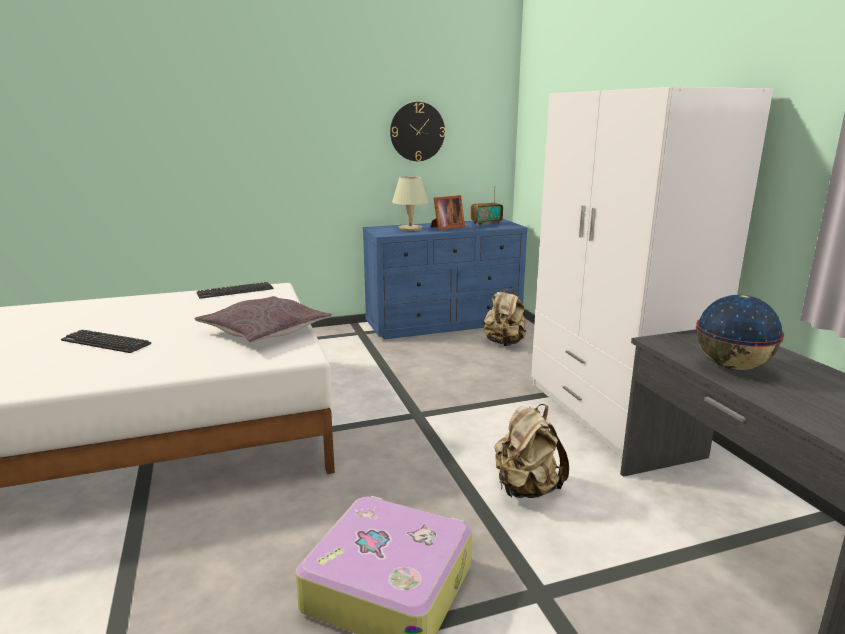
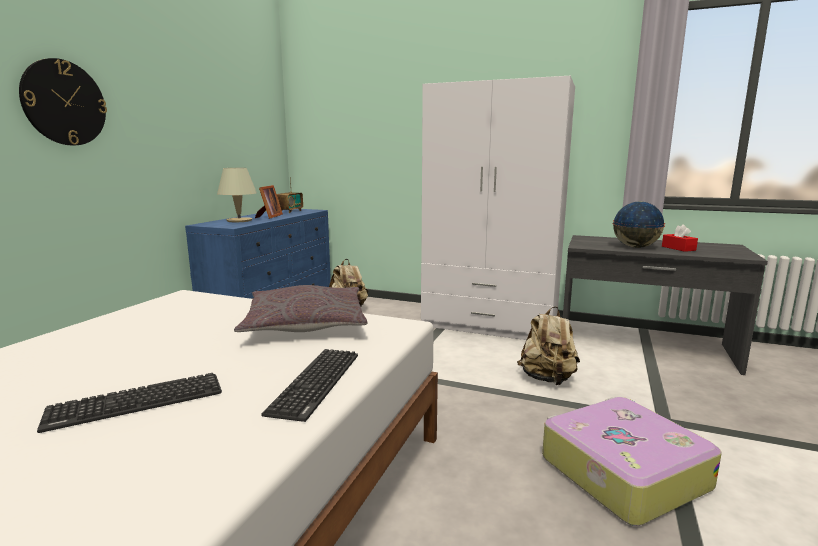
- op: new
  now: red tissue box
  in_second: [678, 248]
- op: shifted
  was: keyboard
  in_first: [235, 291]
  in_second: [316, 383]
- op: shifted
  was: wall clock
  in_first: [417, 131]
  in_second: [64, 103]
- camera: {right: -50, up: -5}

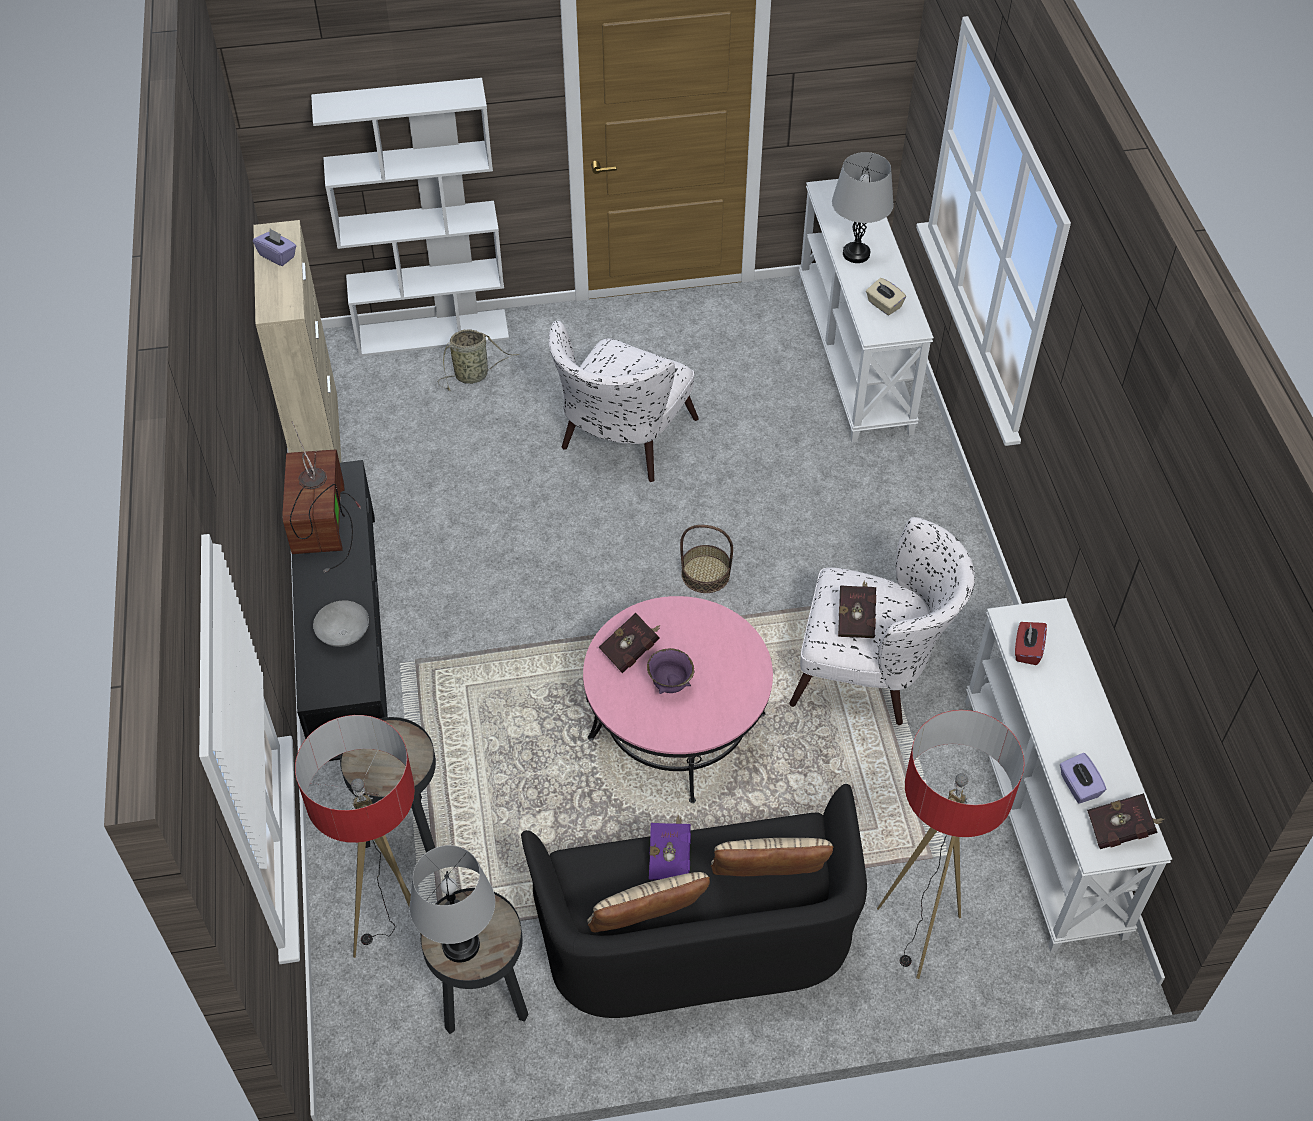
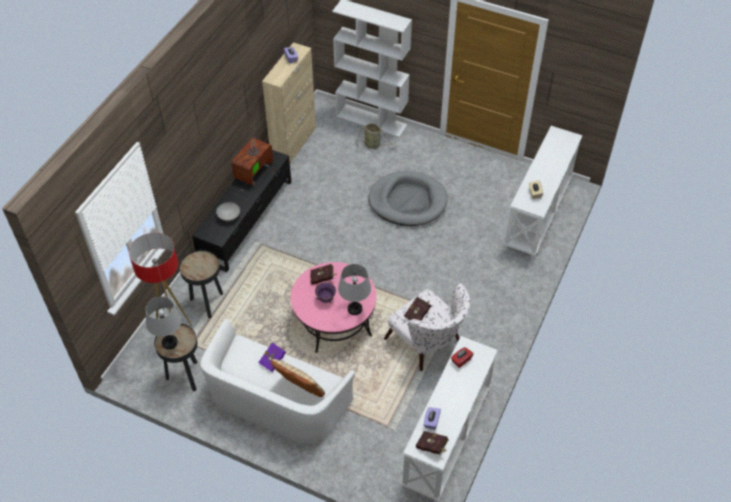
- op: gone
  was: beige pillow
  in_first: [647, 927]
- op: gone
  was: basket
  in_first: [705, 574]
- op: gone
  was: floor lamp
  in_first: [918, 934]
- op: shifted
  was: grey table lamp
  in_first: [856, 254]
  in_second: [355, 309]
- op: swapped
  was: white armchair
  now: grey dog bed
  in_first: [621, 443]
  in_second: [407, 201]
- op: repainted
  was: black sofa
  now: white sofa
  in_first: [698, 937]
  in_second: [276, 401]
- camera: {right: 35, up: 0}

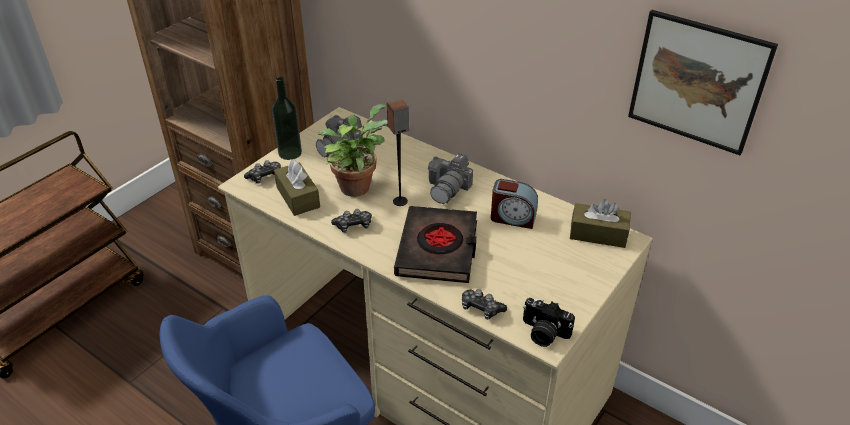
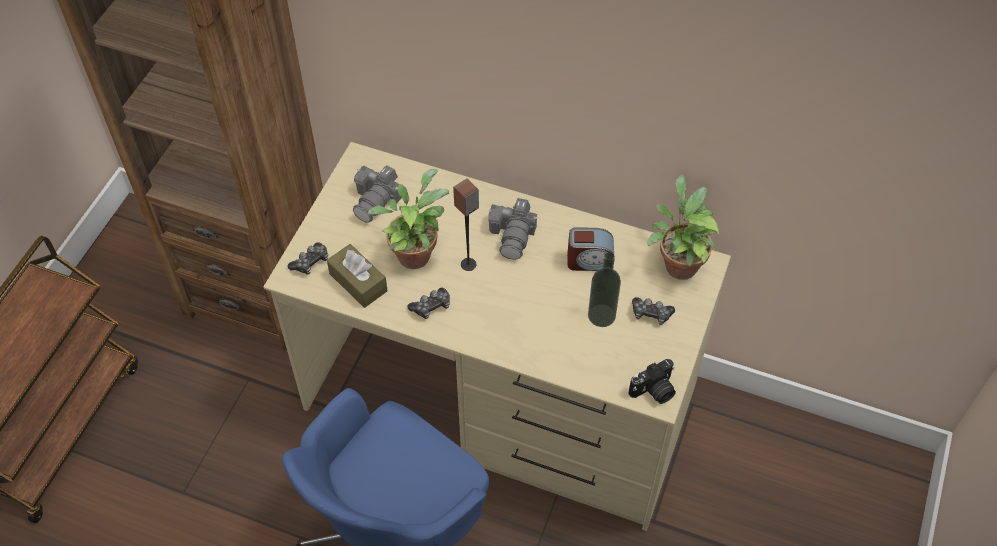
- op: gone
  was: black book
  in_first: [438, 249]
- op: gone
  was: picture
  in_first: [697, 82]
- op: shifted
  was: bottle
  in_first: [290, 153]
  in_second: [601, 315]
- op: shifted
  was: game controller
  in_first: [481, 308]
  in_second: [651, 314]
- op: swapped
  was: brown tissue box
  now: potted plant
  in_first: [598, 234]
  in_second: [678, 263]
- op: rotated
  was: photo camera
  in_first: [543, 333]
  in_second: [654, 391]
  clockwise: -45
- camera: {right: -15, up: 15}

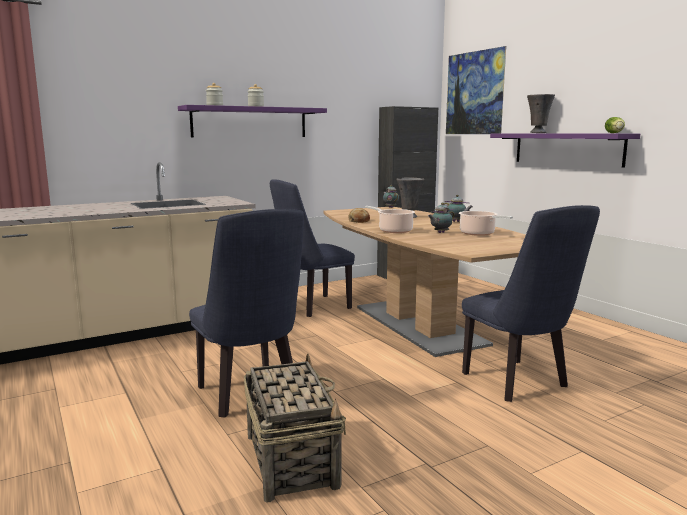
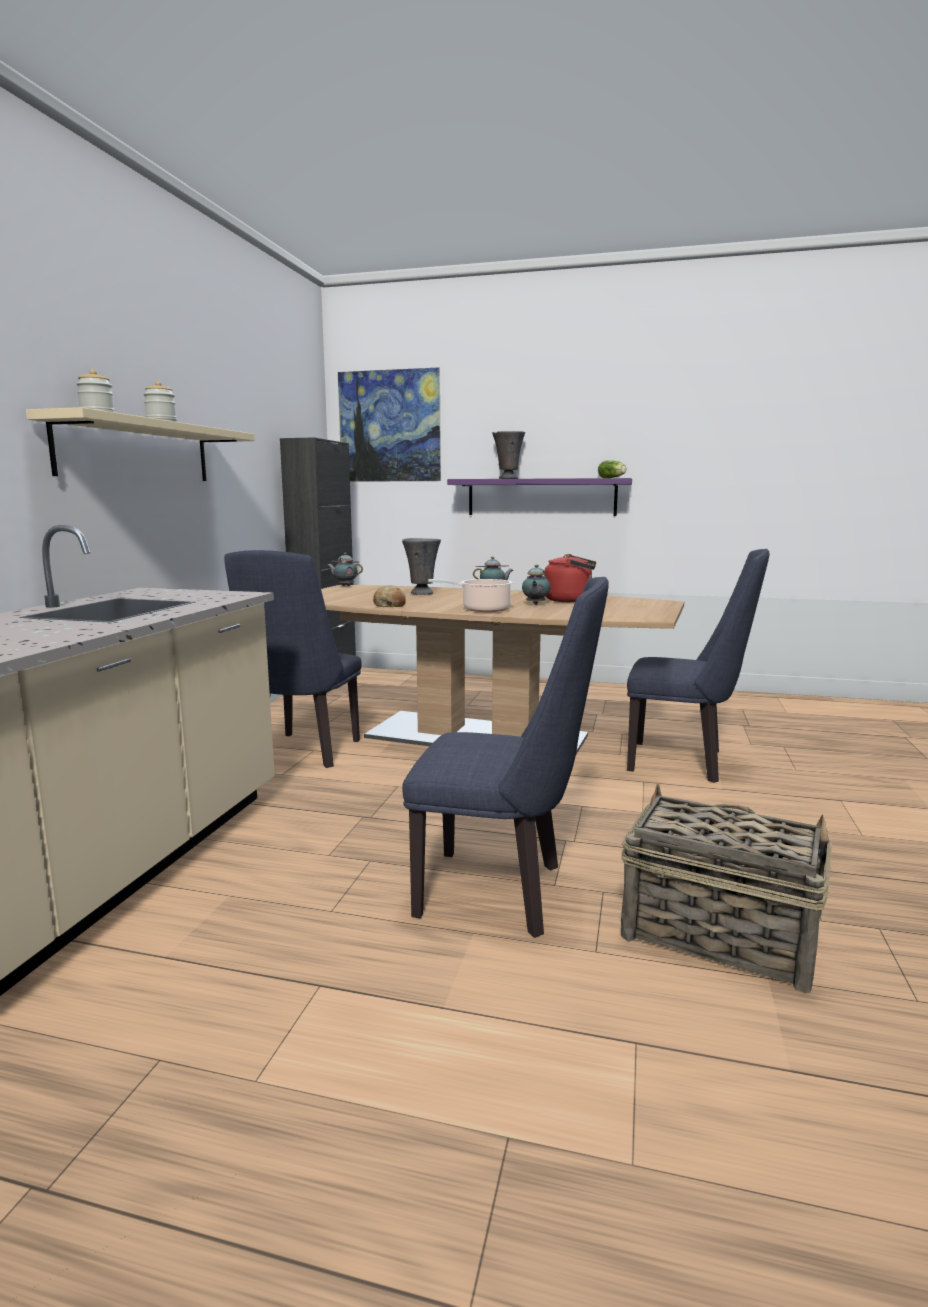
- op: swapped
  was: cooking pot
  now: red kettle
  in_first: [479, 233]
  in_second: [571, 600]
- op: repainted
  was: purple shelf
  now: beige shelf
  in_first: [250, 122]
  in_second: [137, 451]
- camera: {right: -45, up: 0}

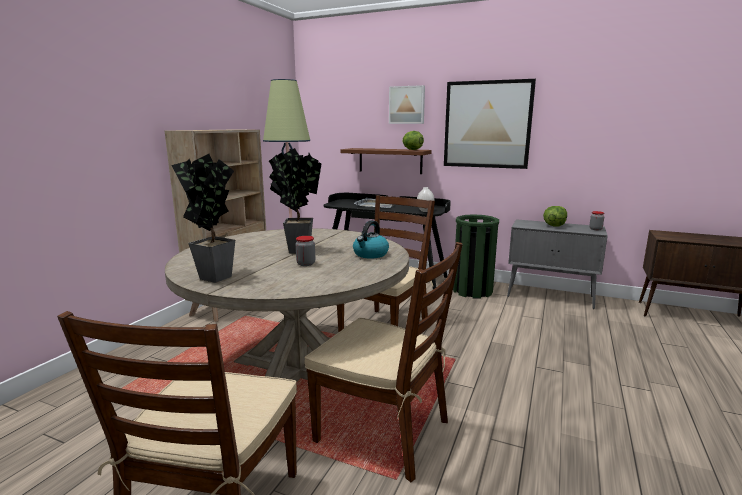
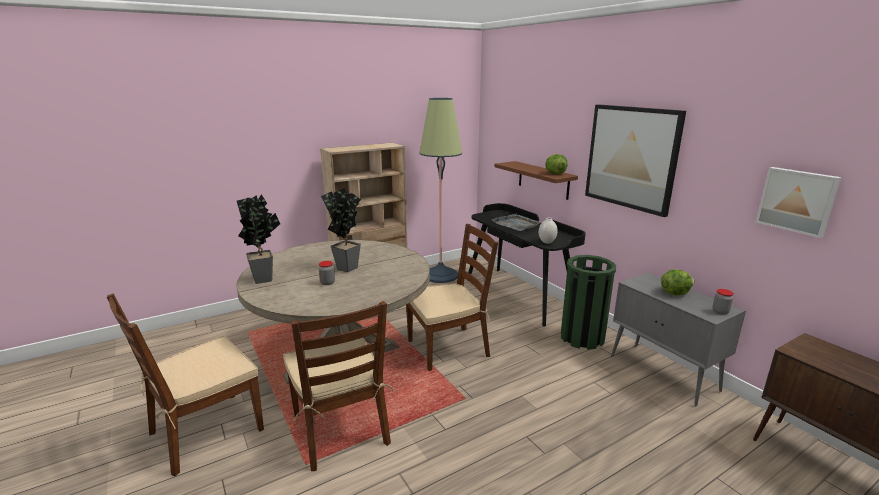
- op: gone
  was: kettle
  in_first: [370, 254]
- op: shifted
  was: picture
  in_first: [407, 105]
  in_second: [797, 200]
- camera: {right: 35, up: 5}

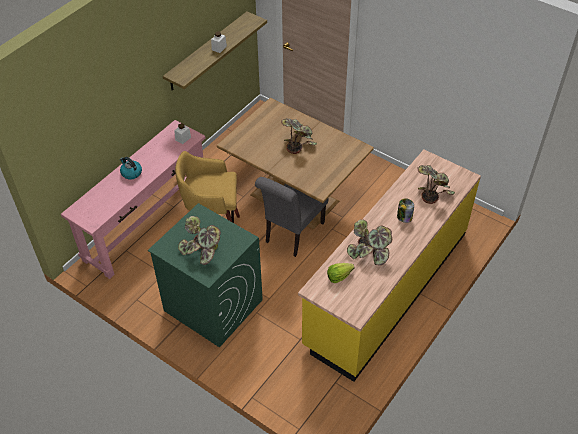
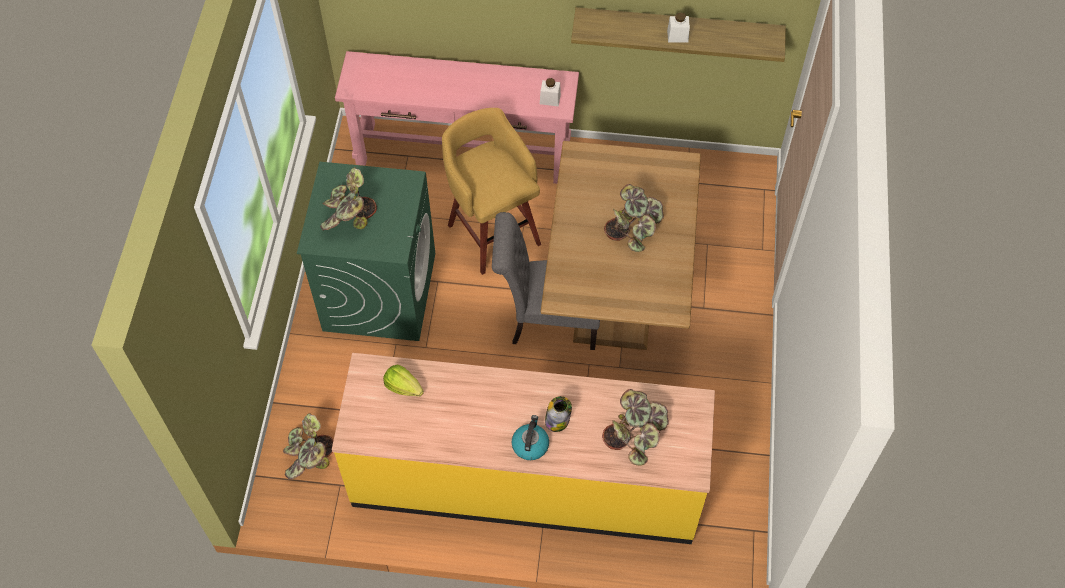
- op: shifted
  was: kettle
  in_first: [131, 173]
  in_second: [530, 444]
- op: shifted
  was: potted plant
  in_first: [370, 253]
  in_second: [309, 458]
- camera: {right: 60, up: 10}

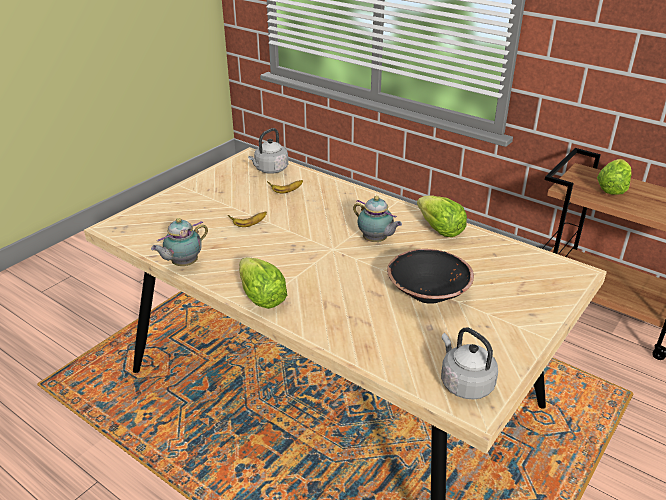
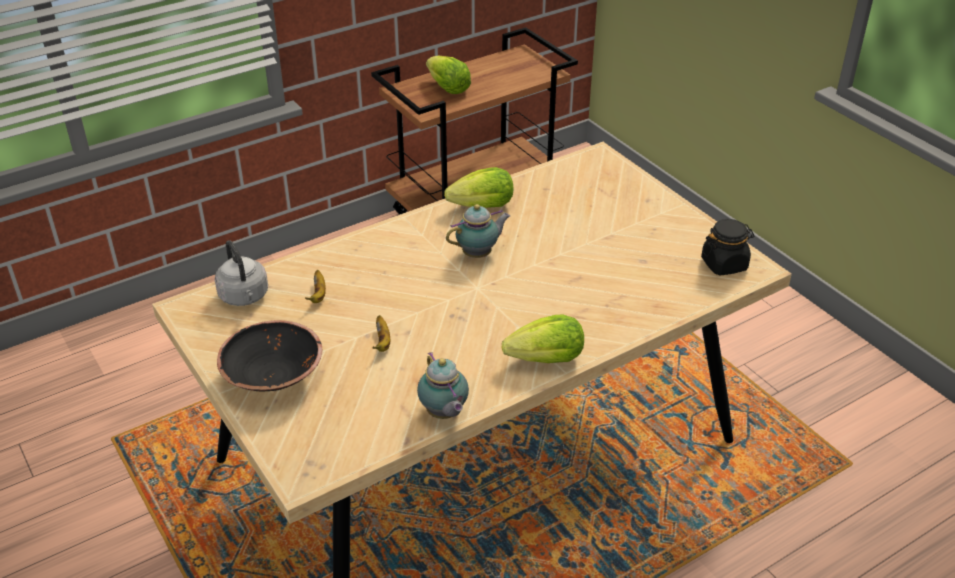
- op: shifted
  was: black bowl
  in_first: [428, 293]
  in_second: [273, 377]
- op: swapped
  was: grey kettle
  now: black jar
  in_first: [464, 383]
  in_second: [724, 264]
- camera: {right: -70, up: 5}

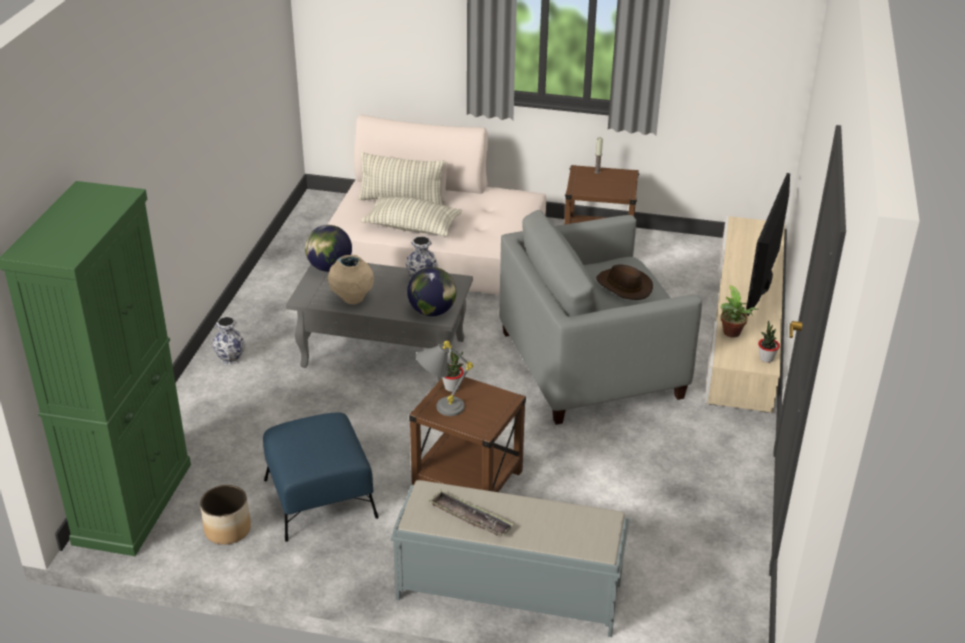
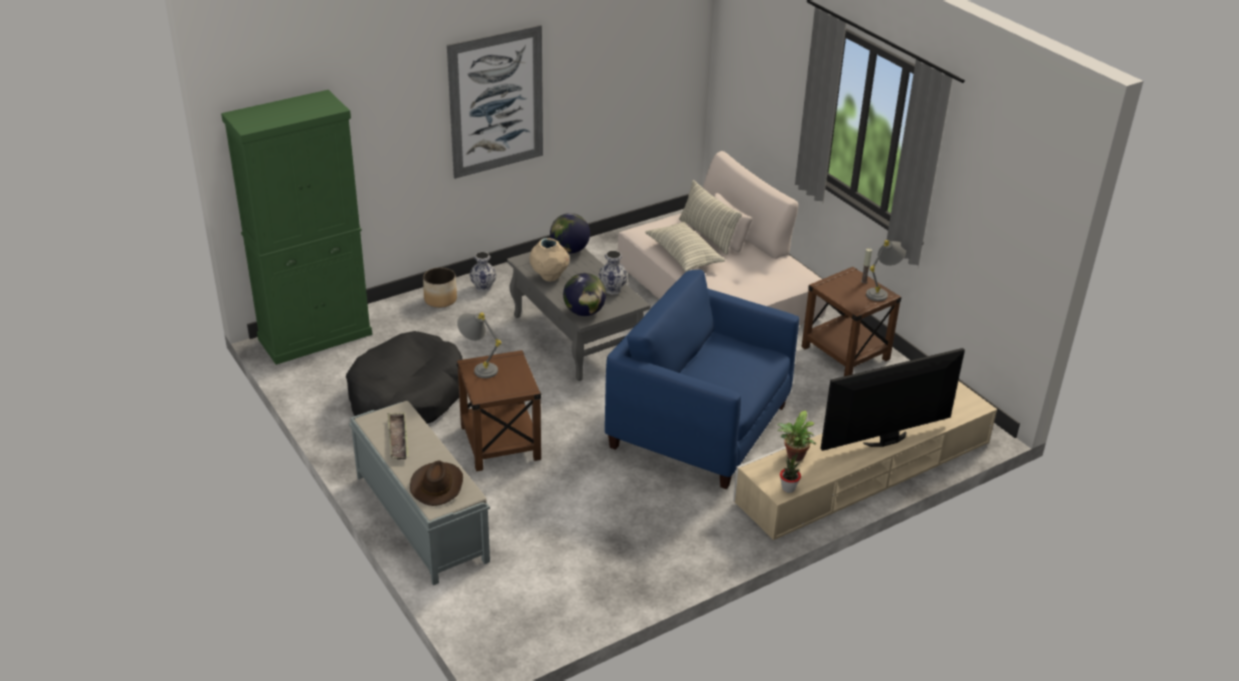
- op: gone
  was: potted plant
  in_first: [452, 387]
- op: new
  now: picture
  in_second: [496, 102]
- op: new
  now: grey table lamp
  in_second: [882, 292]
- op: shifted
  was: planter
  in_first: [227, 529]
  in_second: [440, 299]
- op: shifted
  was: brown hat
  in_first: [623, 286]
  in_second: [437, 485]
- op: swapped
  was: blue ottoman
  now: black dog bed
  in_first: [320, 497]
  in_second: [407, 397]
- op: repainted
  was: grey armchair
  now: blue armchair
  in_first: [591, 364]
  in_second: [699, 426]
- camera: {right: 45, up: 0}

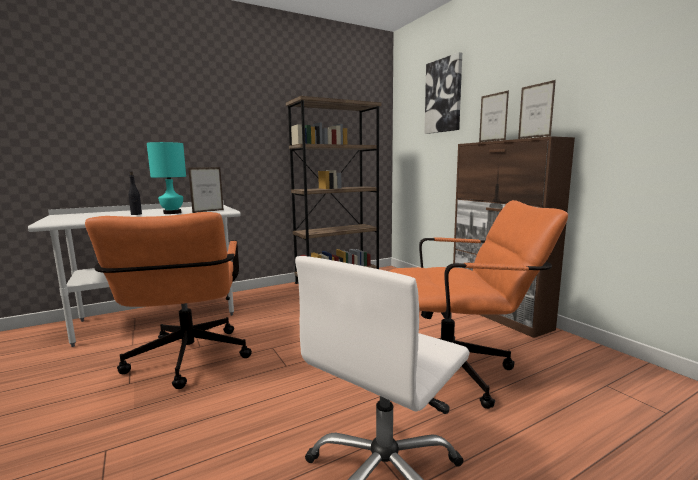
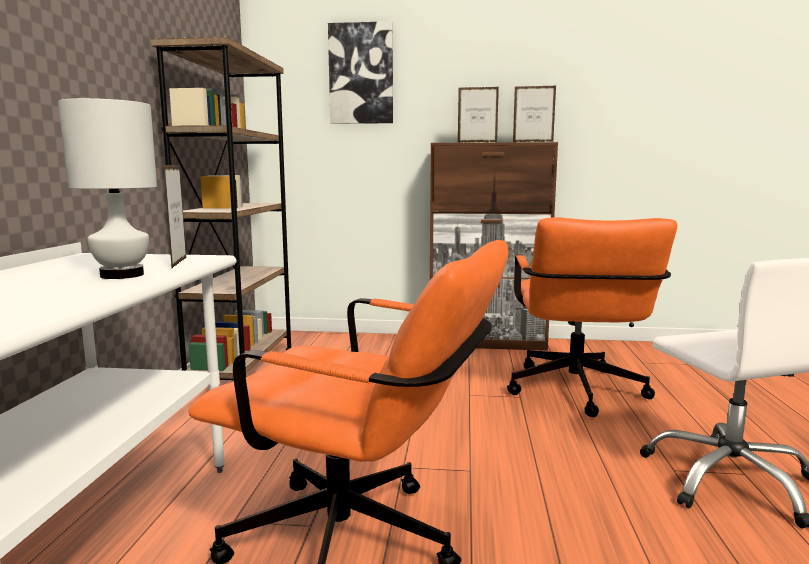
- op: gone
  was: black bottle
  in_first: [136, 214]
- op: repainted
  was: turquoise table lamp
  now: white table lamp
  in_first: [172, 213]
  in_second: [121, 275]
- op: rotated
  was: orange office chair
  in_first: [459, 371]
  in_second: [577, 394]
  clockwise: 150
- camera: {right: -55, up: 0}

